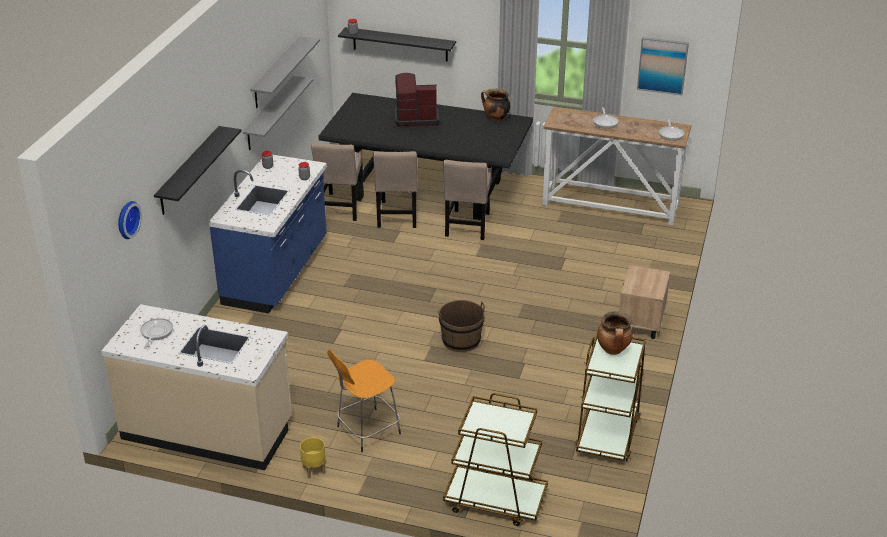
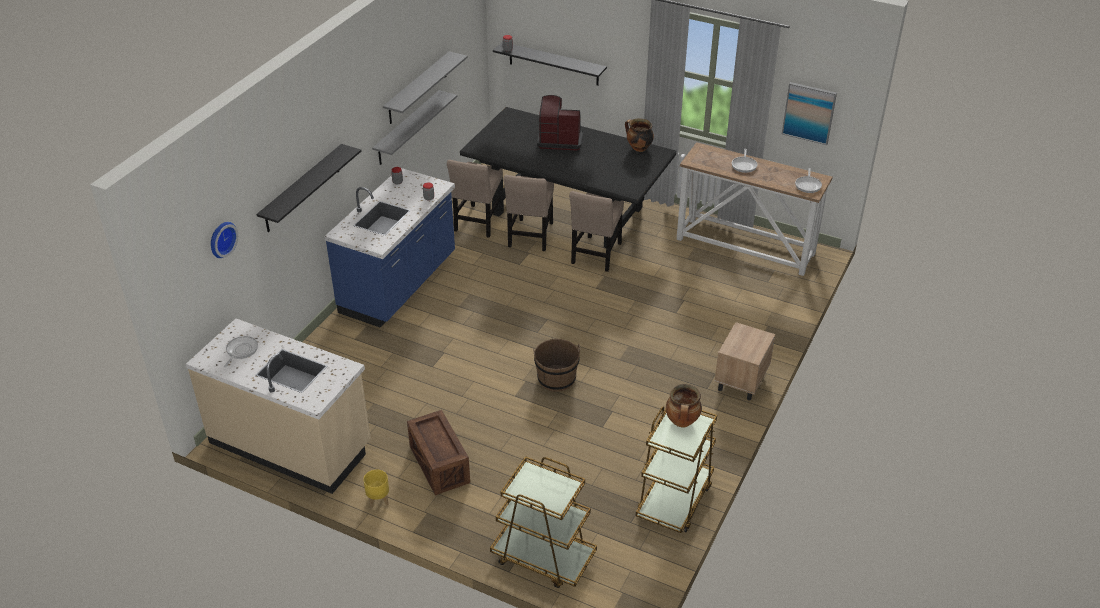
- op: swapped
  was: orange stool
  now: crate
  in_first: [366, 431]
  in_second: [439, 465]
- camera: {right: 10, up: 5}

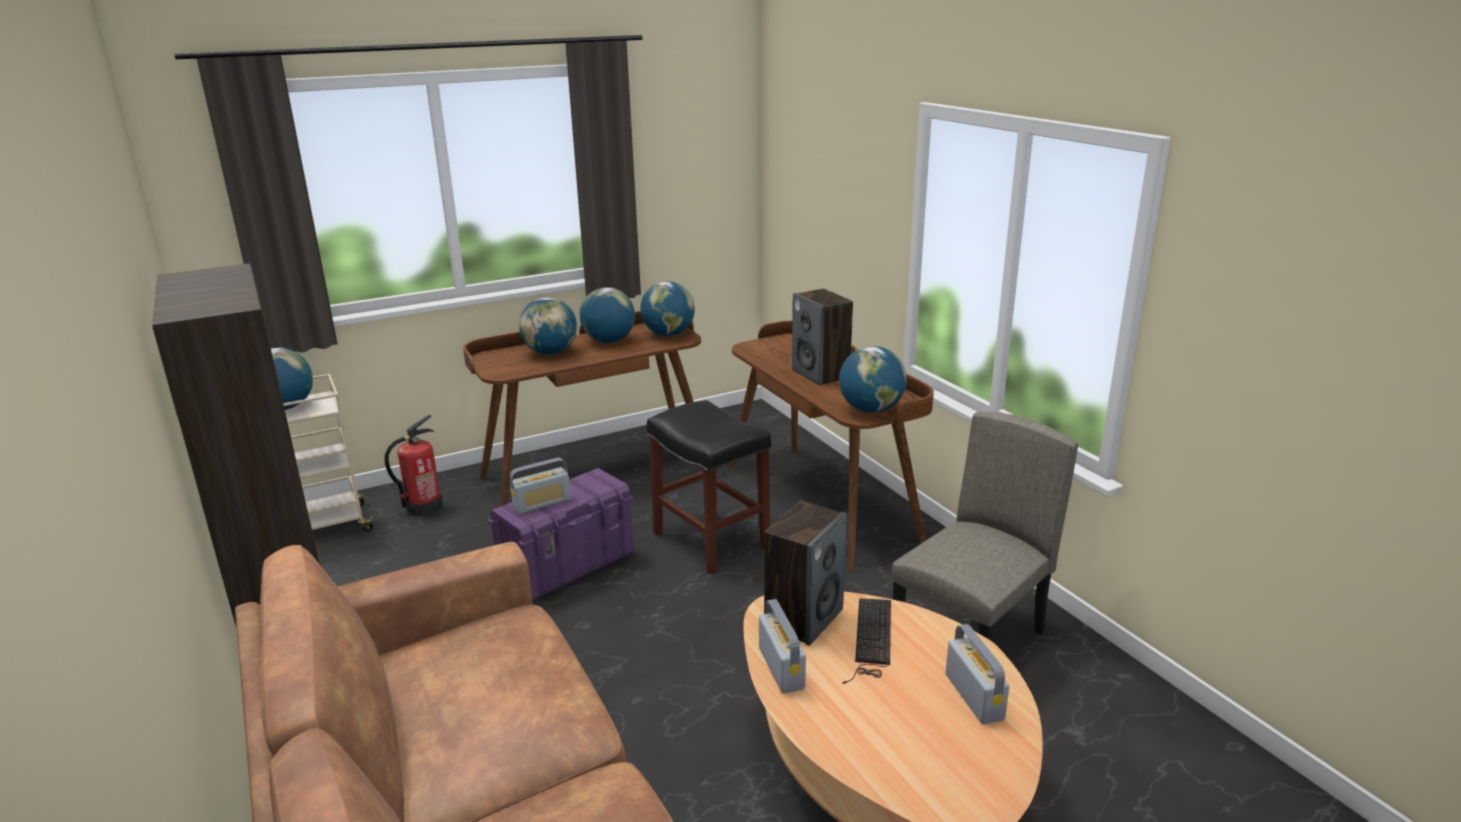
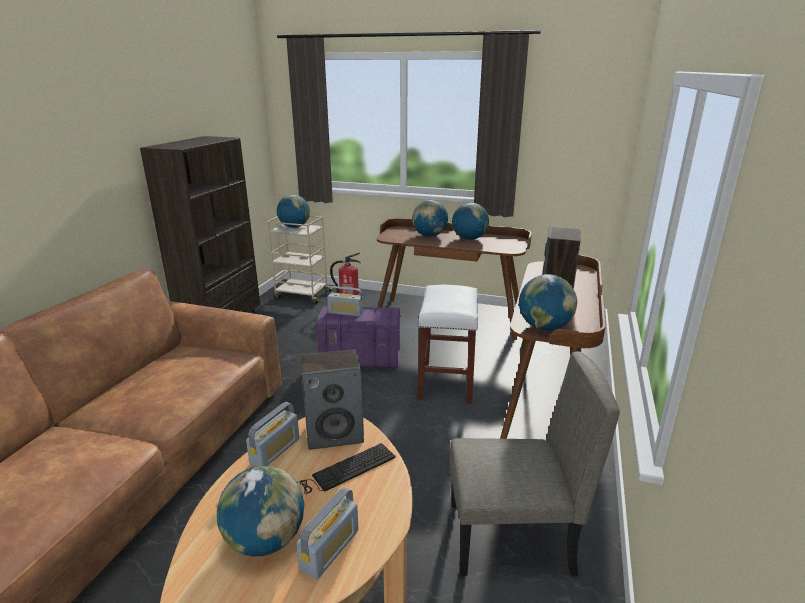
- op: shifted
  was: globe
  in_first: [668, 334]
  in_second: [266, 540]
- op: repainted
  was: black stool
  now: white stool
  in_first: [709, 540]
  in_second: [446, 381]
- camera: {right: 45, up: 0}

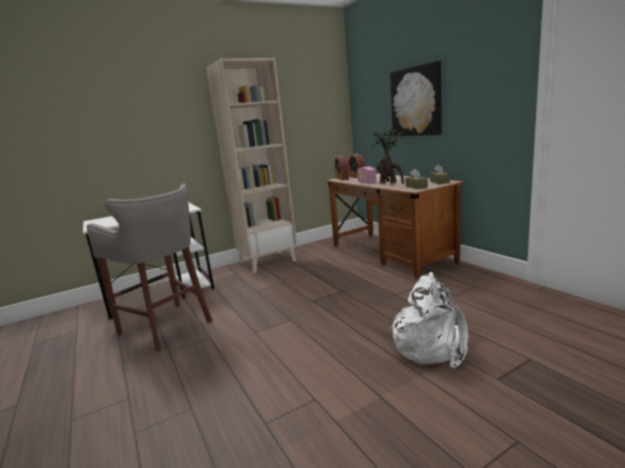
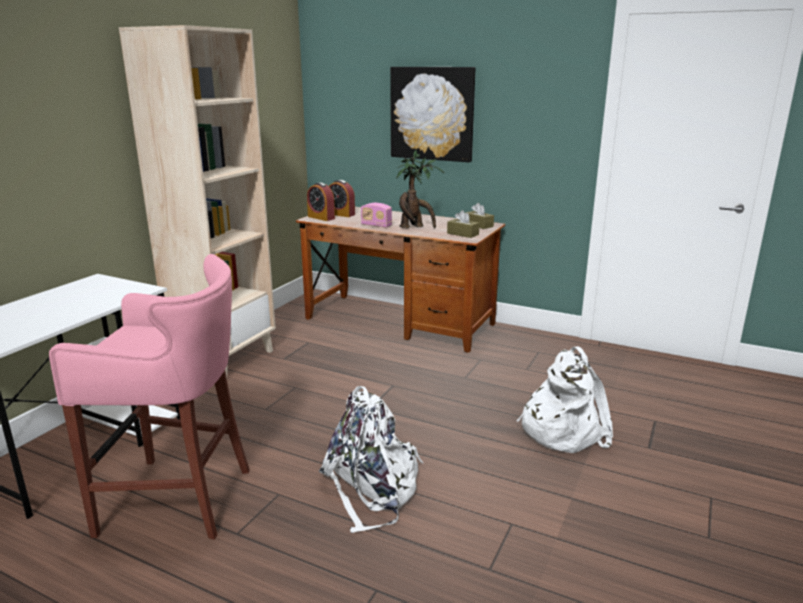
- op: new
  now: white backpack
  in_second: [372, 489]
- op: repainted
  was: grey stool
  now: pink stool
  in_first: [168, 327]
  in_second: [181, 499]
- camera: {right: -35, up: 5}

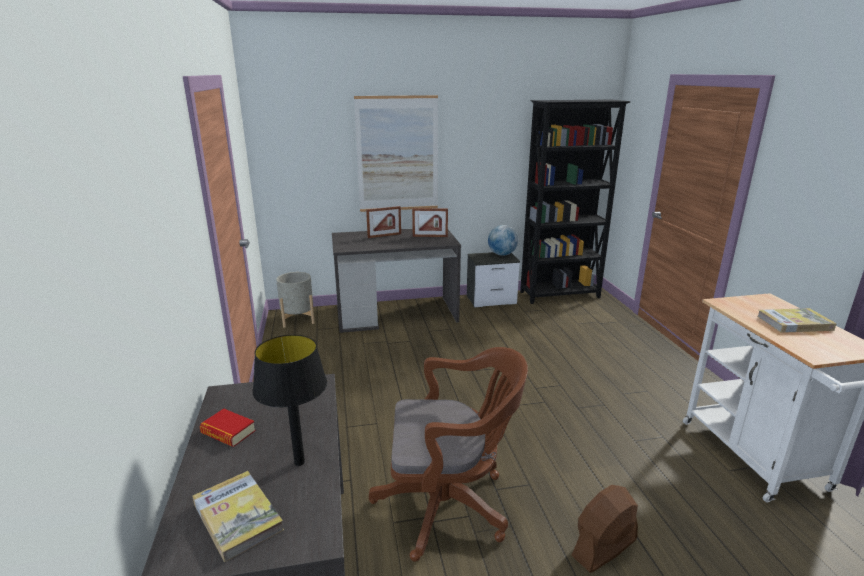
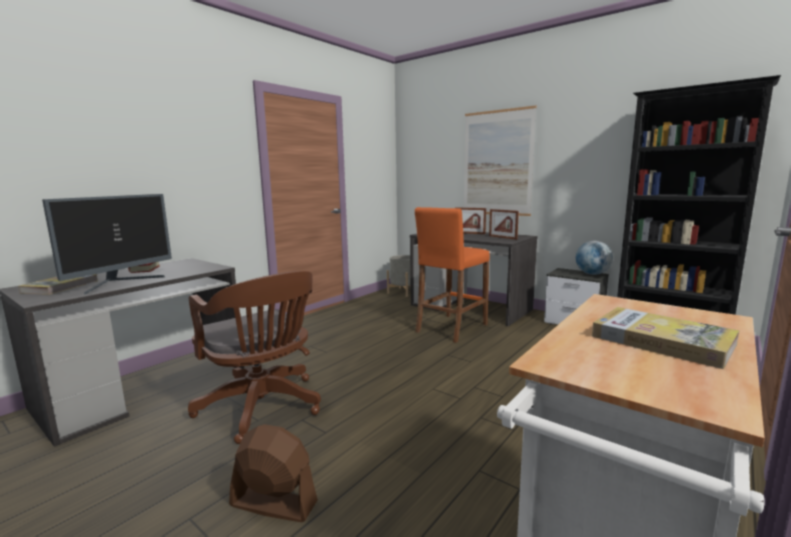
- op: new
  now: orange stool
  in_second: [451, 328]
- op: swapped
  was: black table lamp
  now: monitor
  in_first: [299, 462]
  in_second: [121, 283]
- camera: {right: 50, up: -10}

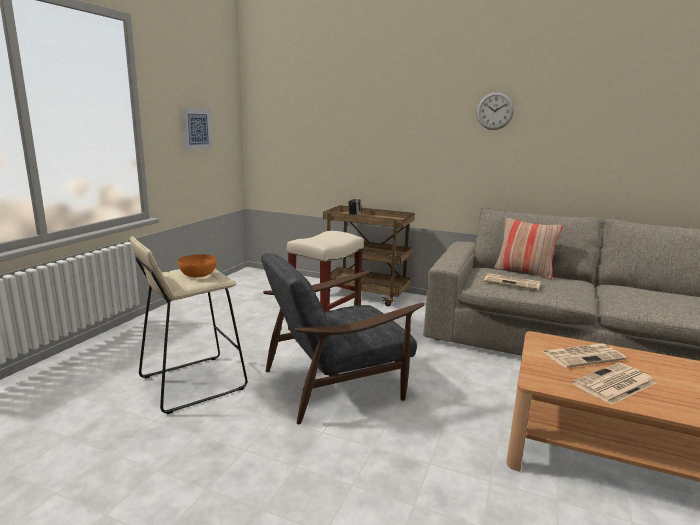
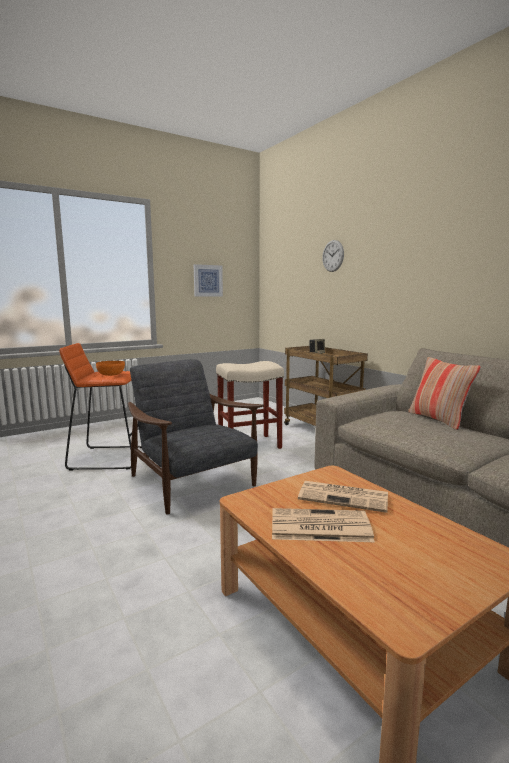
- op: gone
  was: newspaper
  in_first: [513, 282]
- op: shifted
  was: wall clock
  in_first: [495, 111]
  in_second: [333, 256]
- op: repainted
  was: beige stool
  now: orange stool
  in_first: [191, 383]
  in_second: [108, 457]
- op: rotated
  was: grey armchair
  in_first: [336, 382]
  in_second: [193, 482]
  clockwise: 45
- camera: {right: 35, up: -5}

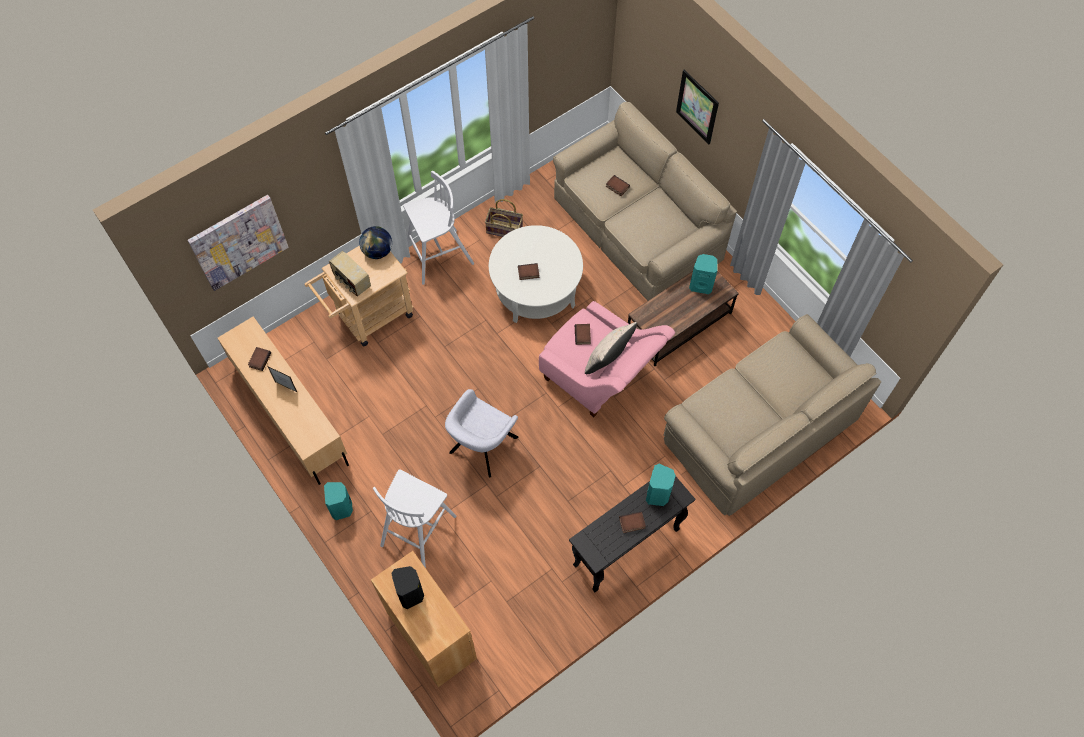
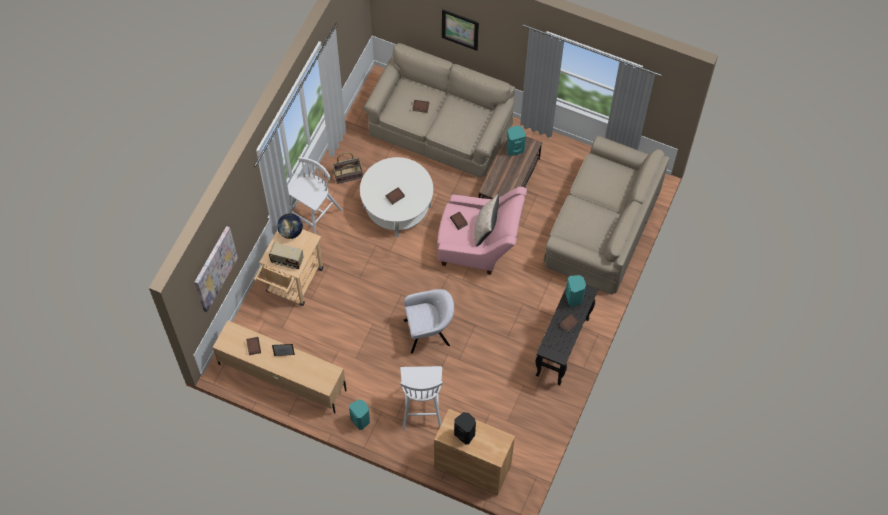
- op: rotated
  was: grey armchair
  in_first: [482, 447]
  in_second: [429, 332]
  clockwise: -105
- camera: {right: -30, up: 0}

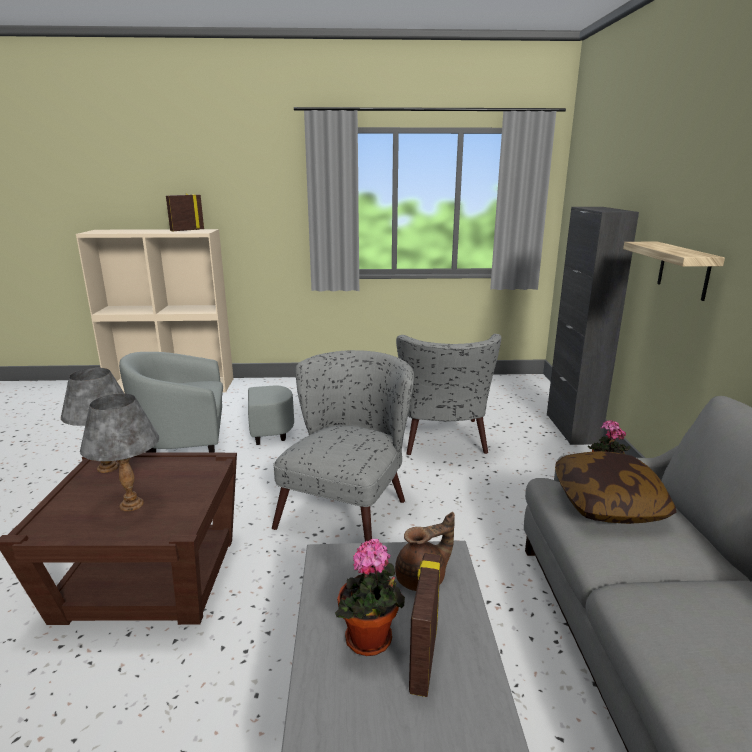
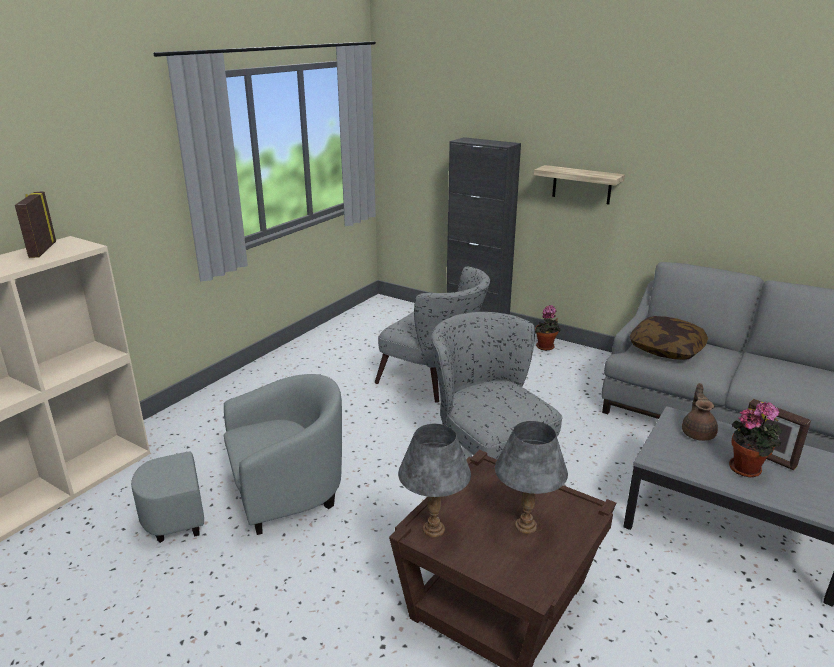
- op: rotated
  was: grey armchair
  in_first: [205, 440]
  in_second: [262, 501]
  clockwise: -135
- camera: {right: -55, up: 5}

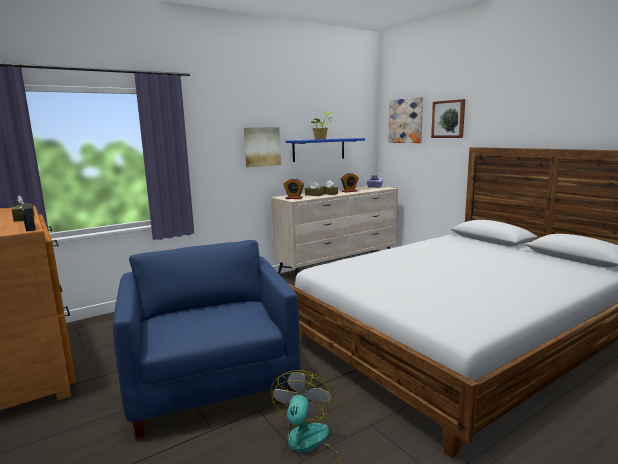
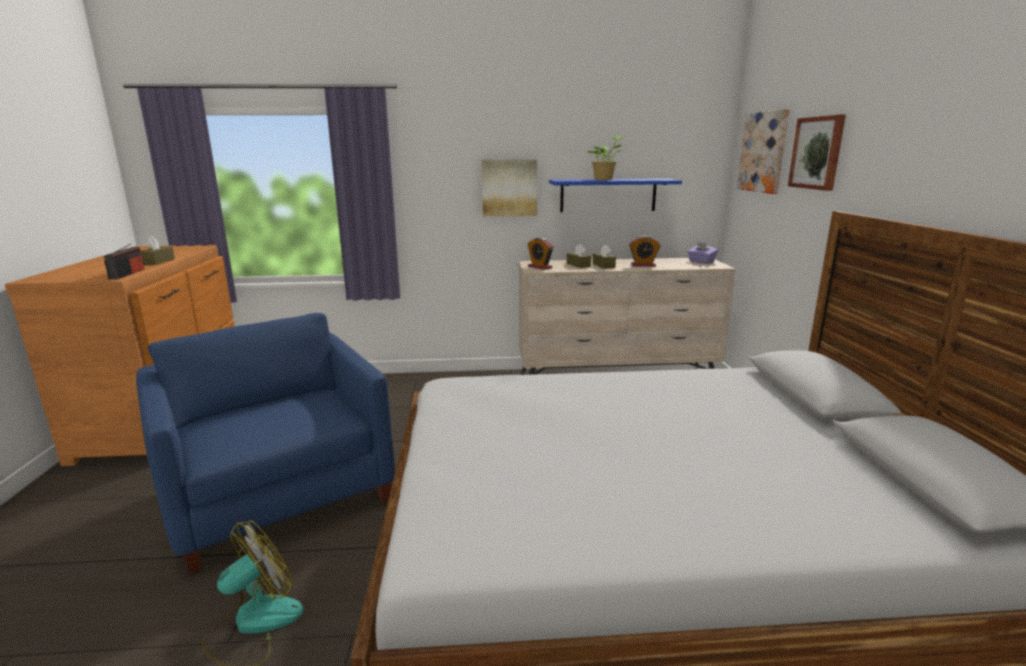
- op: rotated
  was: blue armchair
  in_first: [211, 382]
  in_second: [279, 494]
  clockwise: -45
- camera: {right: 30, up: 5}

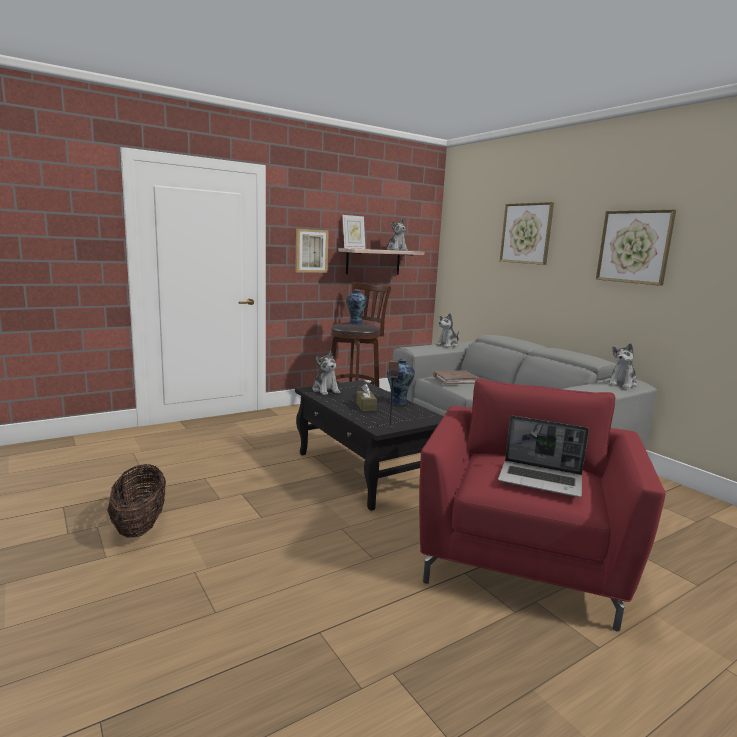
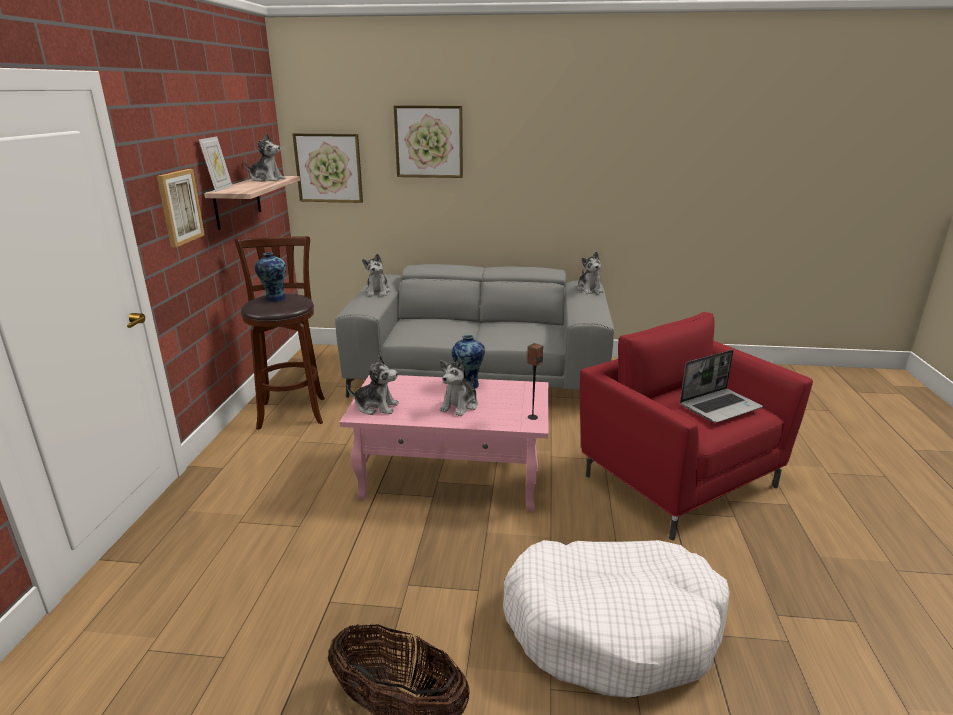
- op: gone
  was: brown book
  in_first: [455, 379]
- op: new
  now: white dog bed
  in_second: [613, 626]
- op: shifted
  was: picture
  in_first: [634, 247]
  in_second: [329, 168]
- op: swapped
  was: brown tissue box
  now: plush toy
  in_first: [366, 406]
  in_second: [460, 406]
- op: repainted
  was: black coffee table
  now: pink coffee table
  in_first: [365, 471]
  in_second: [453, 477]
- camera: {right: -50, up: 10}

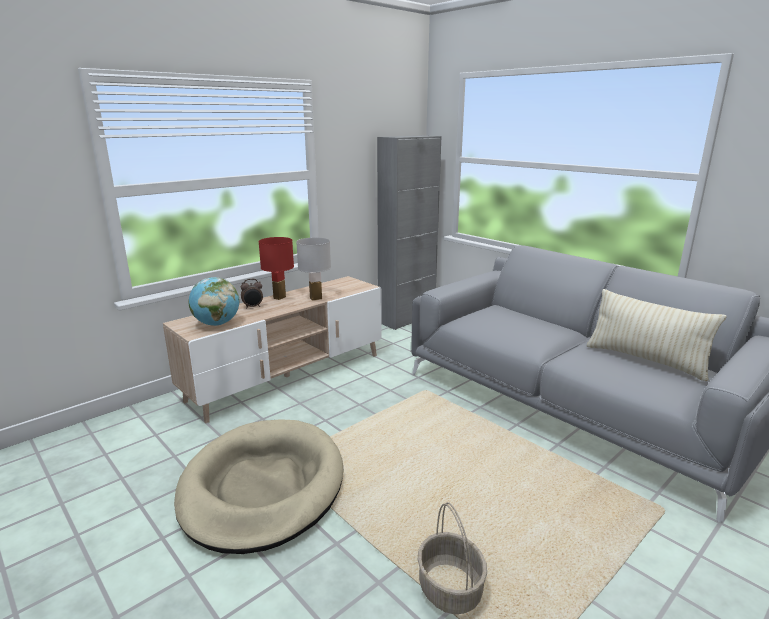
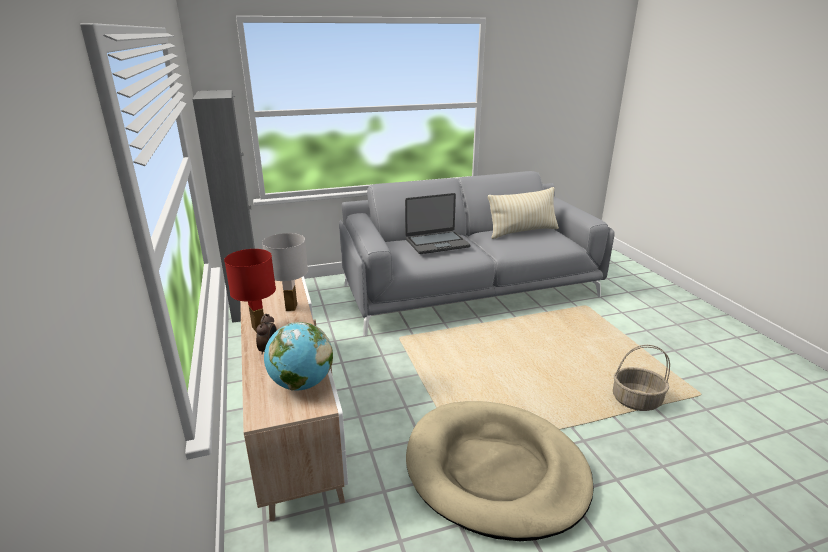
- op: new
  now: laptop
  in_second: [437, 243]
- camera: {right: -65, up: 5}

